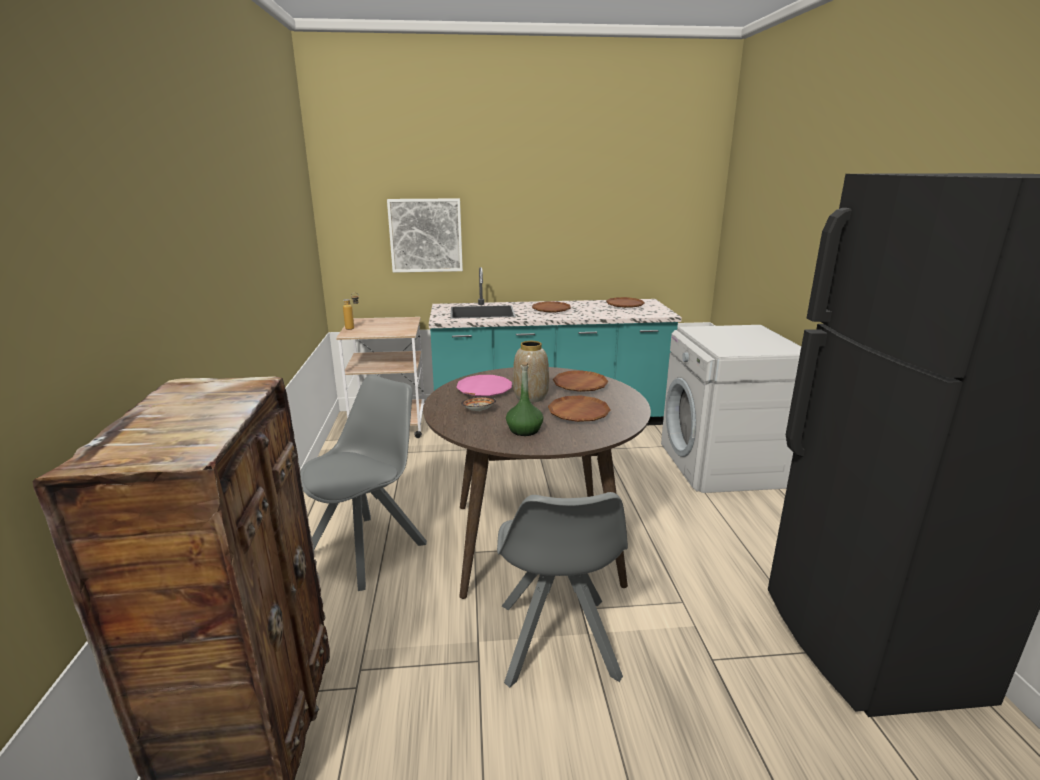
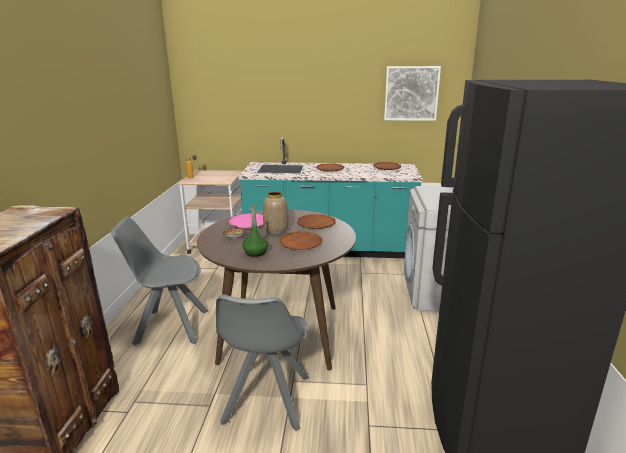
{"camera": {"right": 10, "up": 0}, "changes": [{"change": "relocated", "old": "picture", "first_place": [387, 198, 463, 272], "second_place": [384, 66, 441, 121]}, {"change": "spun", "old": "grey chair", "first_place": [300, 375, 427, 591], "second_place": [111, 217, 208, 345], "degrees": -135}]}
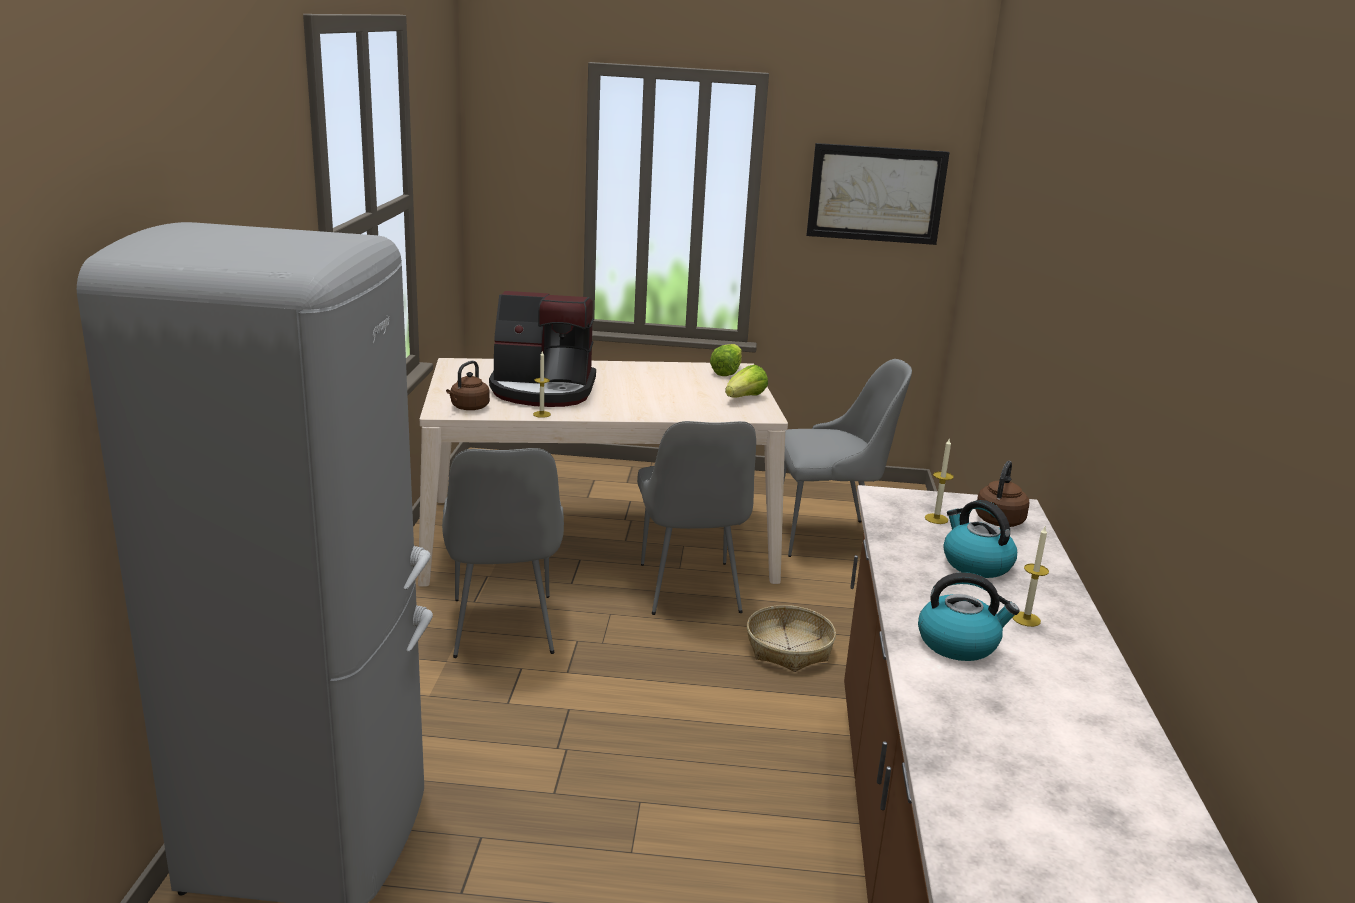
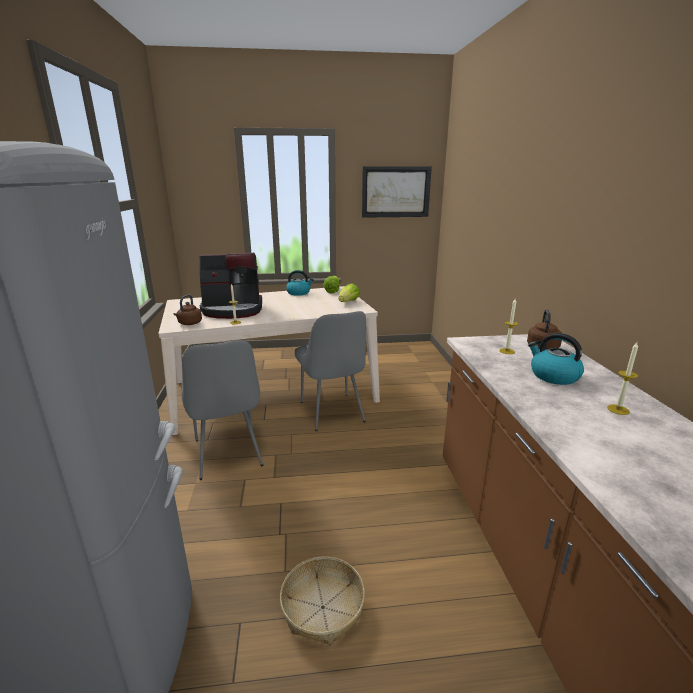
{"camera": {"right": -10, "up": 0}, "changes": [{"change": "missing", "old": "grey chair", "first_place": [784, 359, 912, 557]}, {"change": "relocated", "old": "kettle", "first_place": [918, 572, 1020, 661], "second_place": [286, 270, 314, 296]}, {"change": "relocated", "old": "basket", "first_place": [747, 605, 836, 672], "second_place": [280, 556, 365, 646]}]}
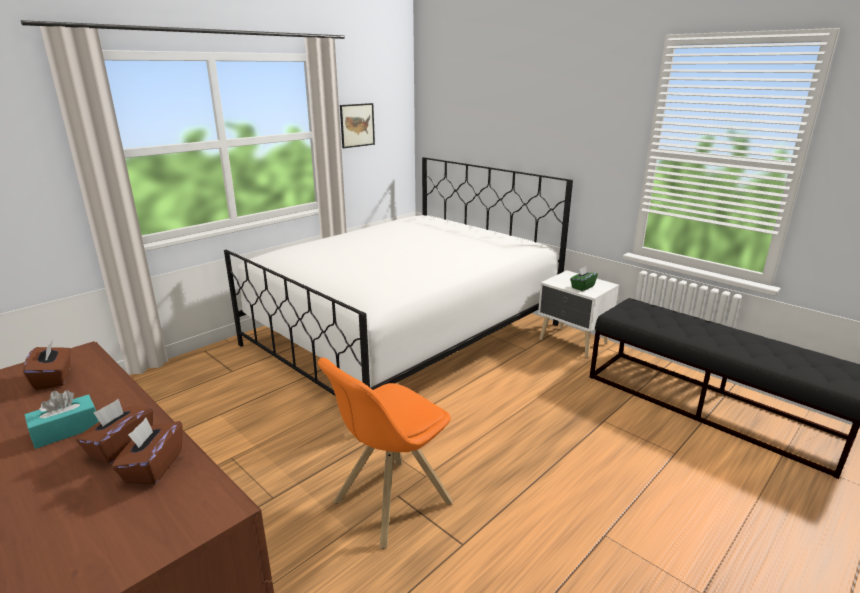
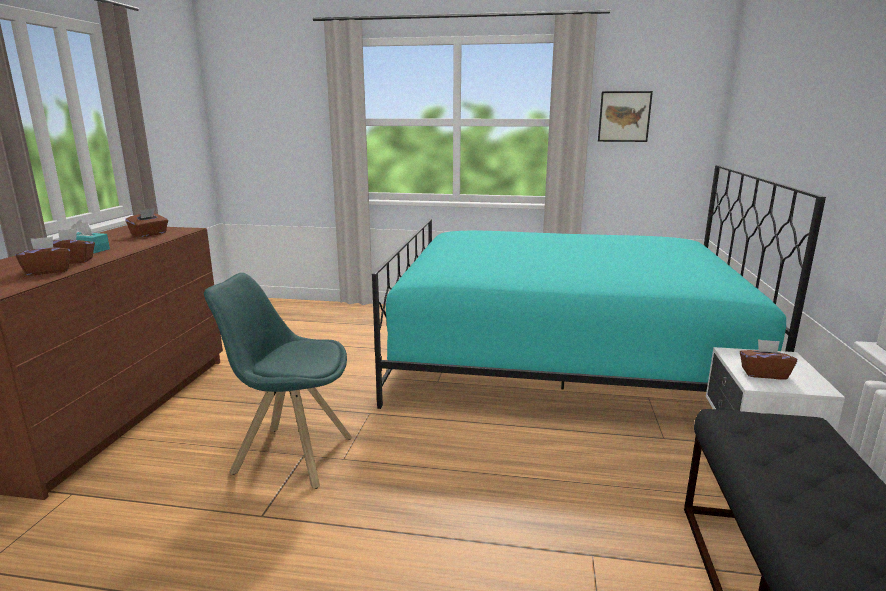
{"camera": {"right": 55, "up": -5}, "changes": [{"change": "colour", "old": "white bed", "new": "turquoise bed", "first_place": [224, 157, 573, 396], "second_place": [372, 165, 826, 409]}, {"change": "colour", "old": "green tissue box", "new": "brown tissue box", "first_place": [570, 267, 598, 291], "second_place": [740, 339, 797, 380]}, {"change": "colour", "old": "orange chair", "new": "turquoise chair", "first_place": [318, 358, 453, 549], "second_place": [204, 273, 353, 489]}]}
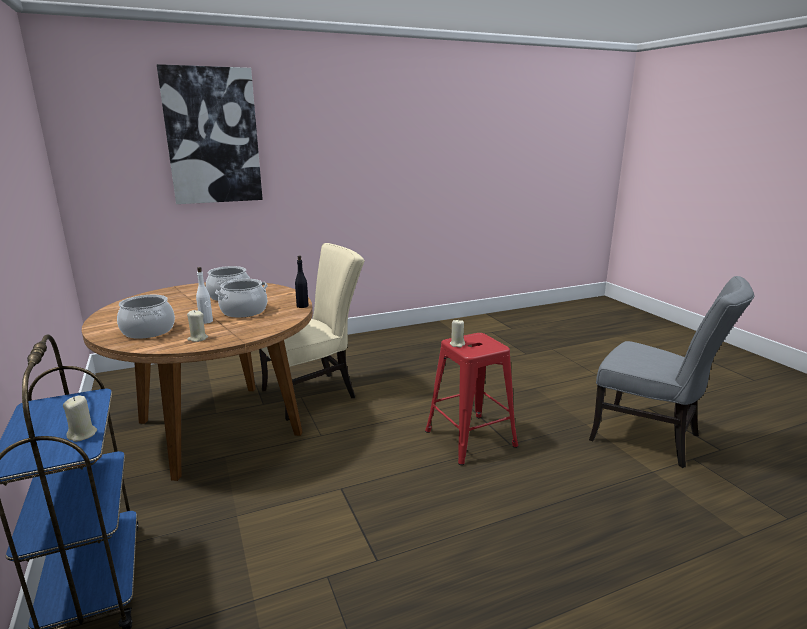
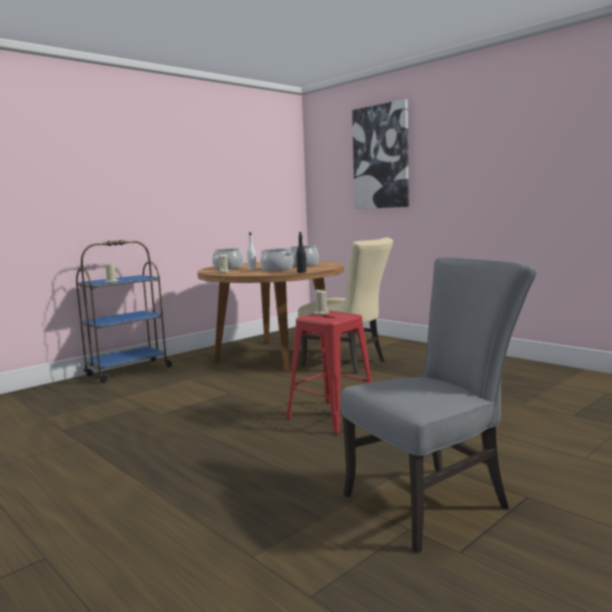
{"camera": {"right": 70, "up": -10}, "changes": [{"change": "spun", "old": "grey chair", "first_place": [589, 276, 754, 468], "second_place": [340, 257, 537, 553], "degrees": -135}]}
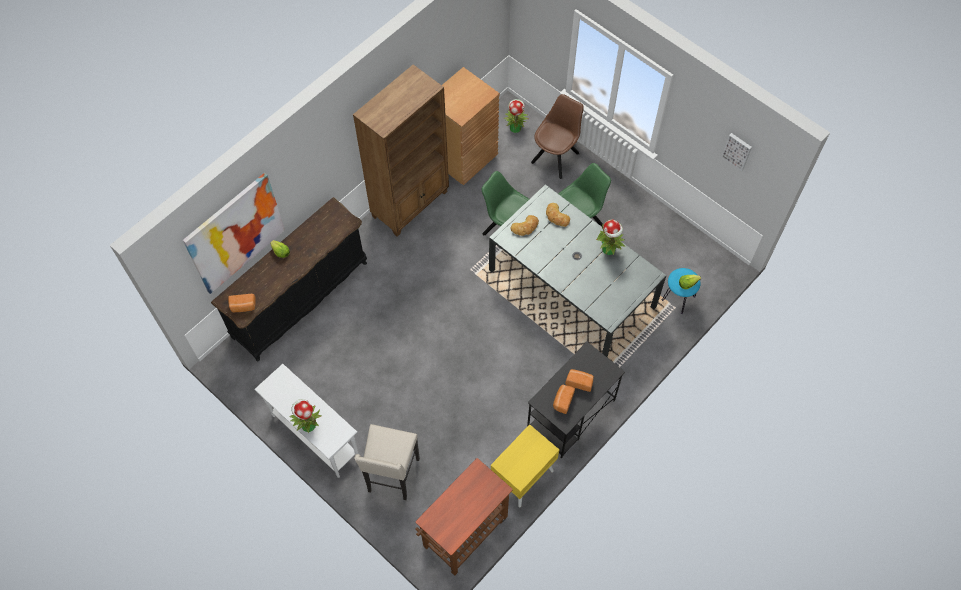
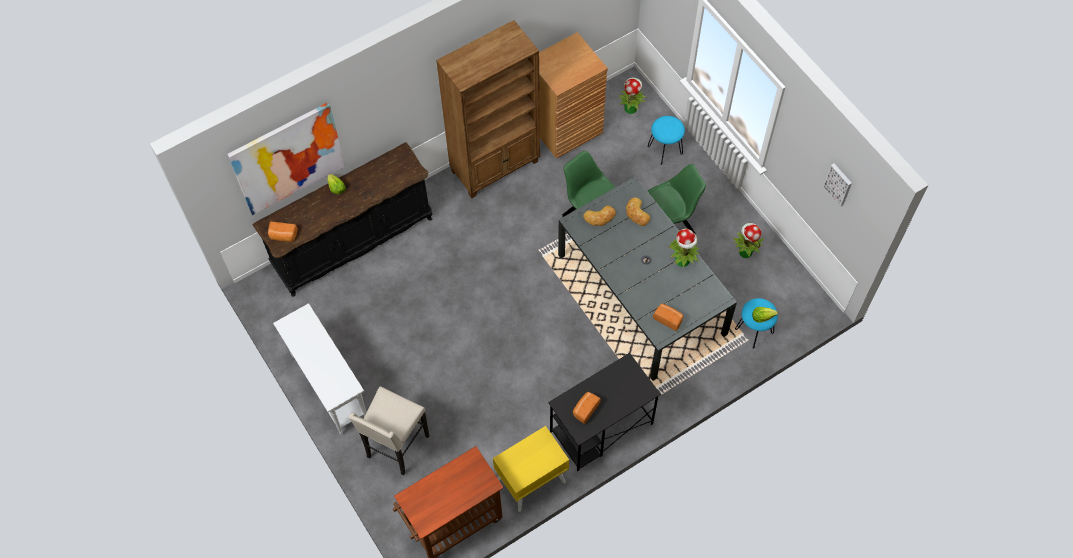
{"camera": {"right": 15, "up": 0}, "changes": [{"change": "exchanged", "old": "brown chair", "new": "turquoise stool", "first_place": [531, 94, 584, 179], "second_place": [648, 116, 685, 165]}, {"change": "relocated", "old": "bread", "first_place": [565, 369, 594, 392], "second_place": [653, 304, 683, 331]}, {"change": "relocated", "old": "potted plant", "first_place": [289, 399, 321, 433], "second_place": [733, 223, 764, 258]}]}
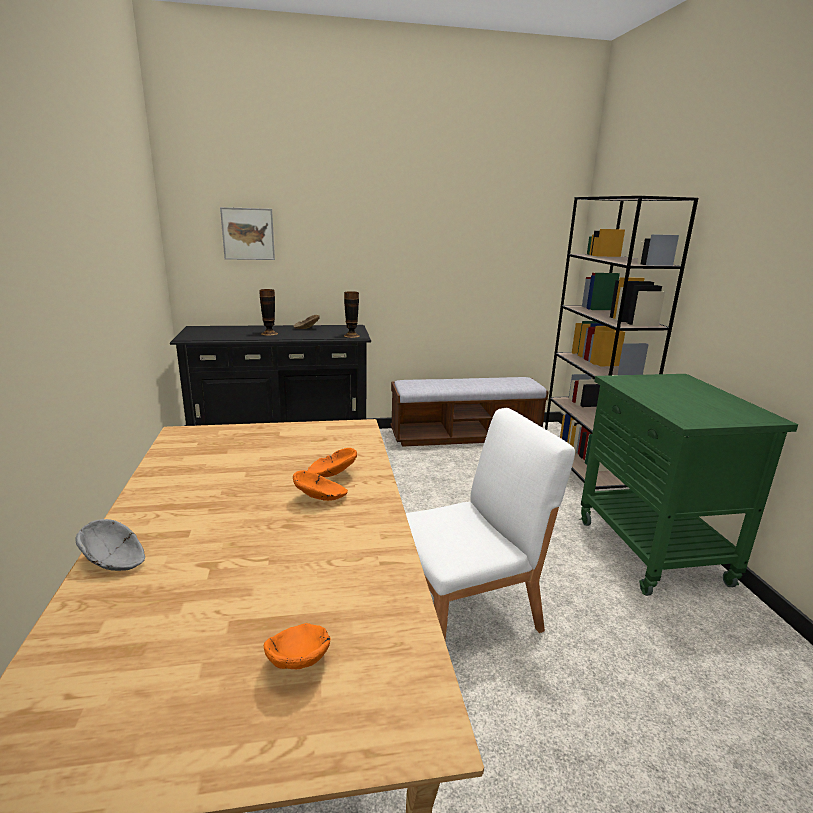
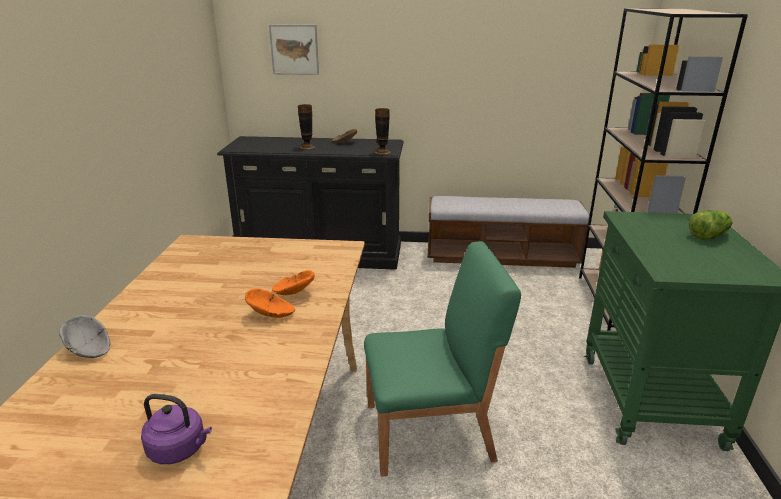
{"camera": {"right": 15, "up": 5}, "changes": [{"change": "colour", "old": "white chair", "new": "green chair", "first_place": [406, 408, 575, 641], "second_place": [364, 241, 521, 477]}, {"change": "exchanged", "old": "orange bowl", "new": "purple kettle", "first_place": [264, 623, 330, 669], "second_place": [141, 394, 212, 464]}, {"change": "appeared", "new": "lettuce", "second_place": [689, 210, 733, 240]}]}
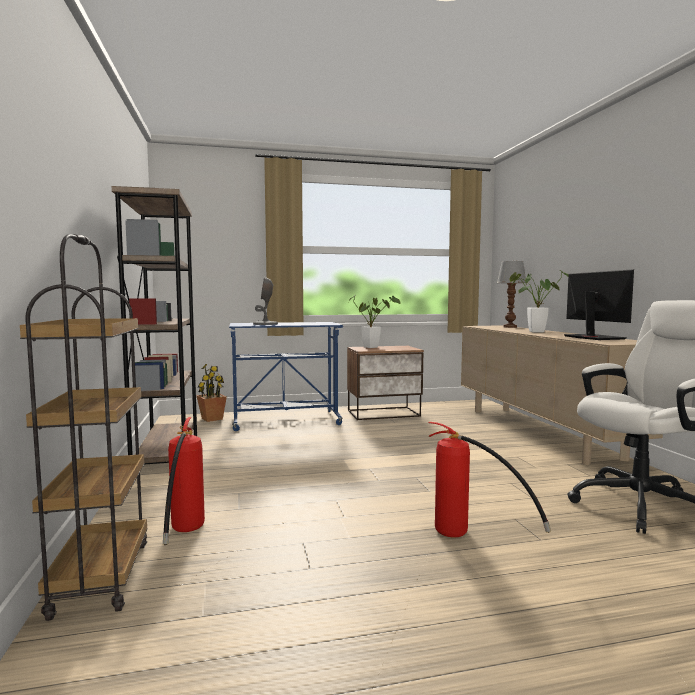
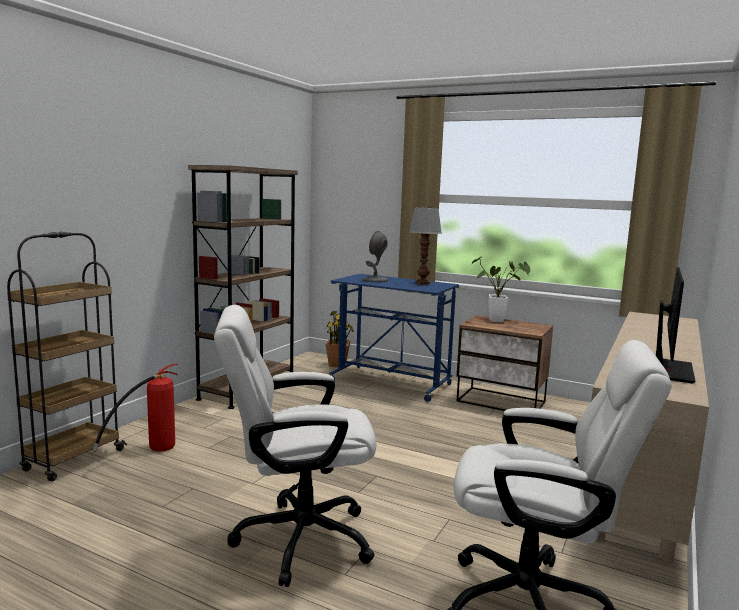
{"camera": {"right": 40, "up": 5}, "changes": [{"change": "relocated", "old": "table lamp", "first_place": [497, 261, 526, 328], "second_place": [409, 207, 442, 285]}, {"change": "missing", "old": "potted plant", "first_place": [510, 271, 568, 332]}, {"change": "exchanged", "old": "fire extinguisher", "new": "white office chair", "first_place": [428, 422, 551, 537], "second_place": [214, 305, 376, 587]}]}
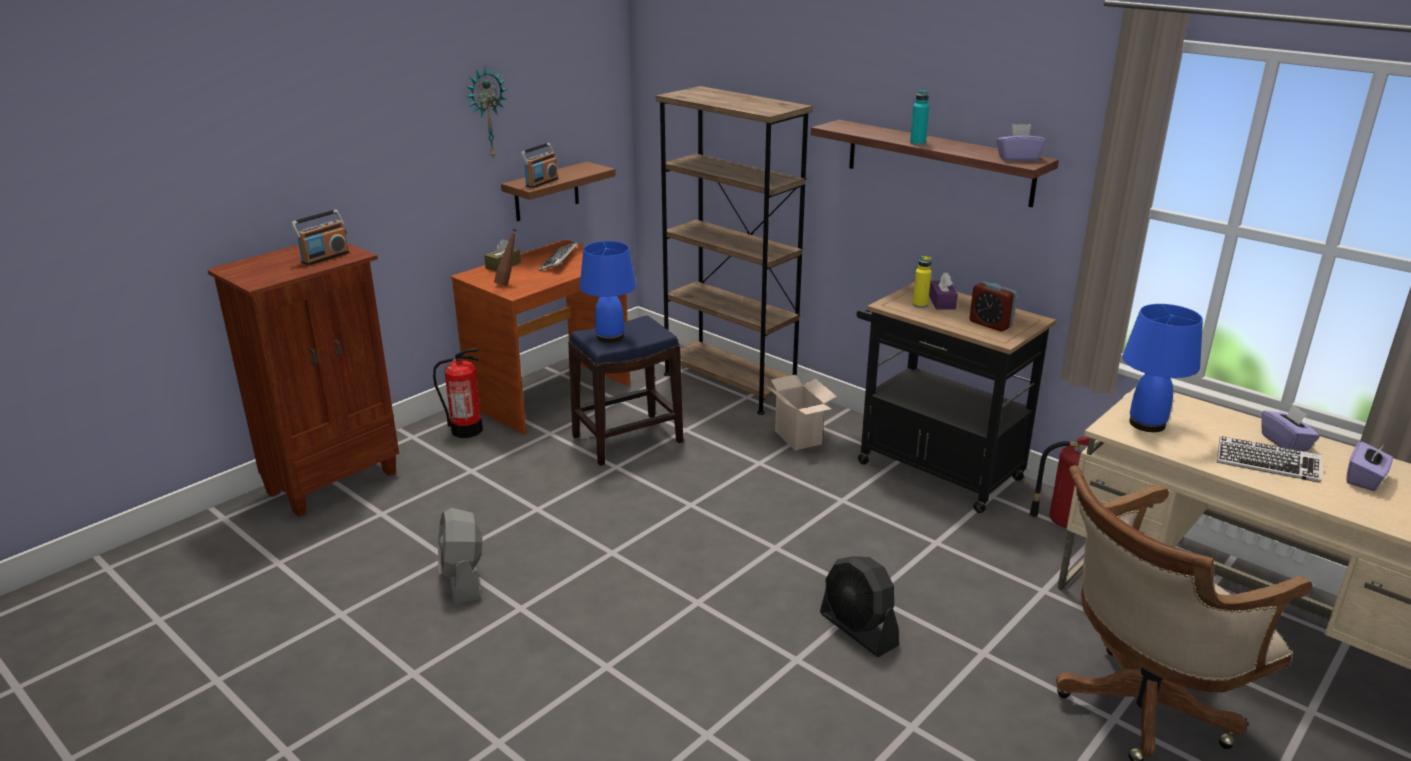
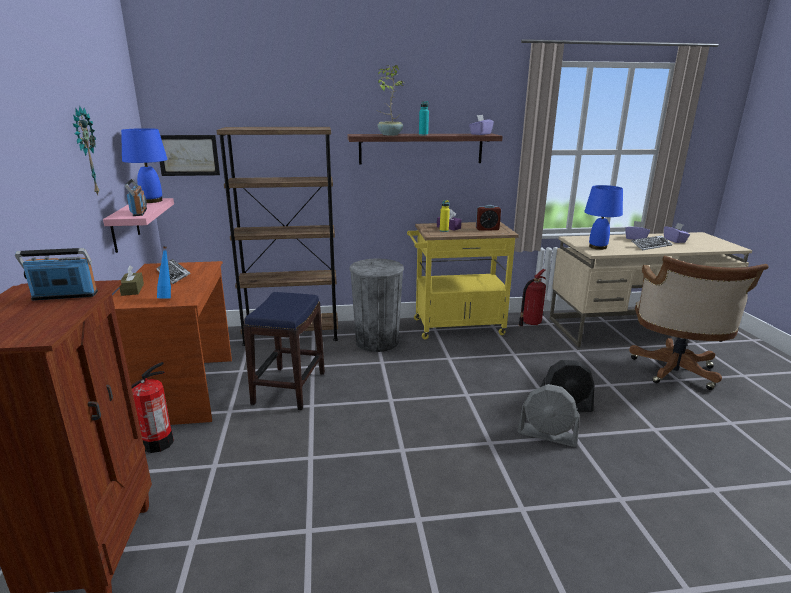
{"camera": {"right": -50, "up": -5}, "changes": [{"change": "colour", "old": "brown shelf", "new": "pink shelf", "first_place": [501, 162, 616, 221], "second_place": [103, 198, 174, 253]}, {"change": "spun", "old": "radio", "first_place": [291, 209, 349, 265], "second_place": [15, 248, 98, 301], "degrees": -90}, {"change": "colour", "old": "brown bottle", "new": "blue bottle", "first_place": [494, 228, 517, 286], "second_place": [157, 246, 171, 299]}, {"change": "relocated", "old": "blue table lamp", "first_place": [579, 241, 636, 343], "second_place": [121, 128, 168, 203]}, {"change": "colour", "old": "black cart", "new": "yellow cart", "first_place": [857, 282, 1056, 513], "second_place": [407, 222, 519, 339]}, {"change": "exchanged", "old": "cardboard box", "new": "grey trash can", "first_place": [767, 375, 837, 450], "second_place": [349, 258, 404, 352]}, {"change": "relocated", "old": "grey fan", "first_place": [438, 508, 482, 604], "second_place": [517, 384, 579, 447]}, {"change": "appeared", "new": "potted plant", "second_place": [376, 65, 405, 135]}, {"change": "appeared", "new": "picture", "second_place": [160, 135, 220, 176]}]}
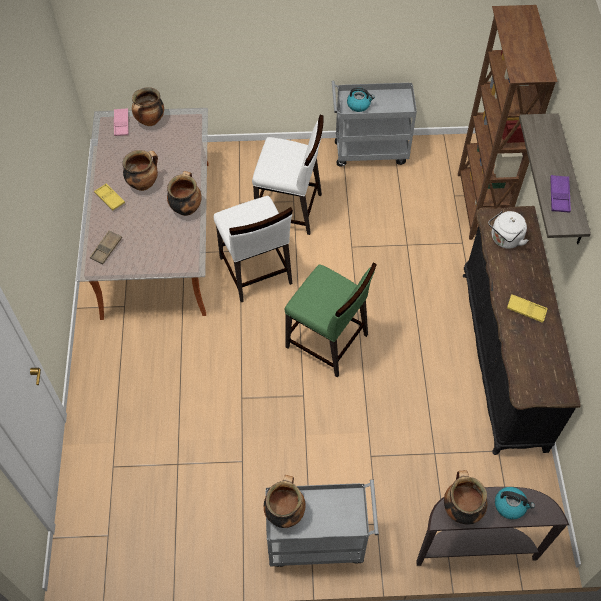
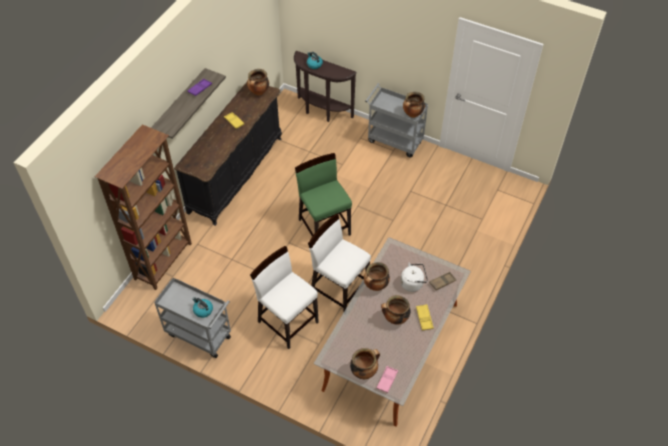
{"camera": {"right": -150, "up": -5}, "changes": [{"change": "spun", "old": "white chair", "first_place": [214, 196, 293, 302], "second_place": [308, 214, 371, 312], "degrees": -60}, {"change": "relocated", "old": "white kettle", "first_place": [488, 211, 529, 249], "second_place": [401, 263, 428, 292]}, {"change": "relocated", "old": "cooking pot", "first_place": [444, 470, 487, 525], "second_place": [247, 69, 269, 96]}]}
